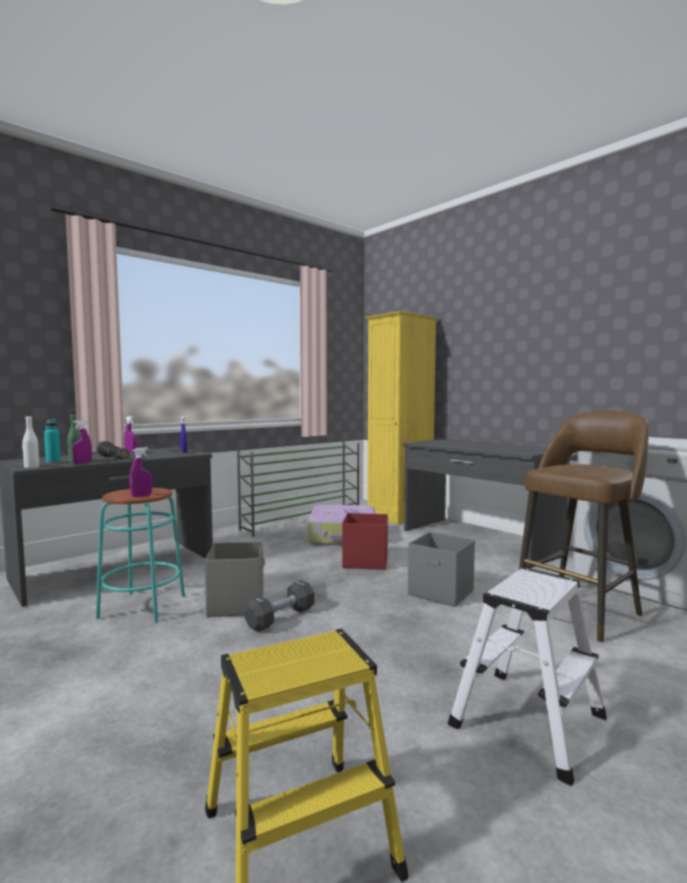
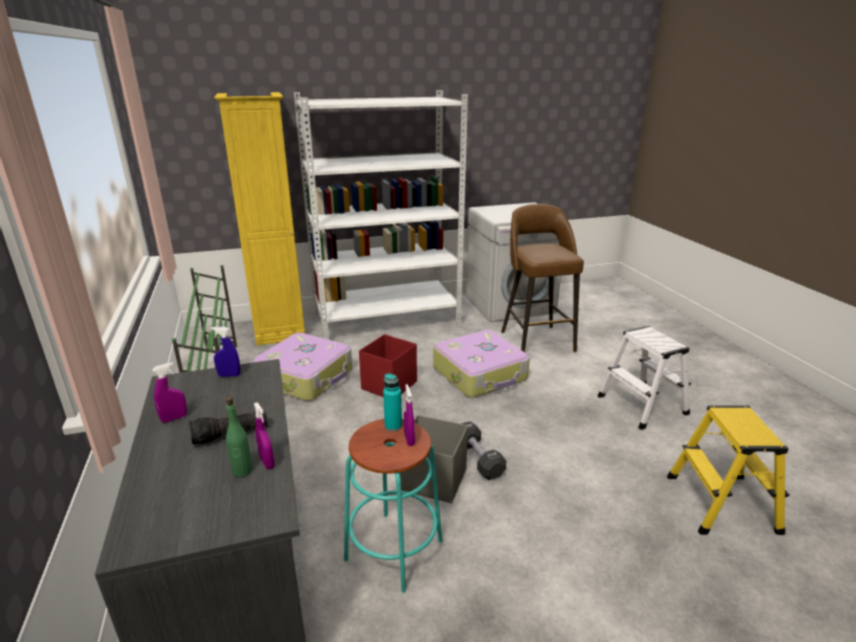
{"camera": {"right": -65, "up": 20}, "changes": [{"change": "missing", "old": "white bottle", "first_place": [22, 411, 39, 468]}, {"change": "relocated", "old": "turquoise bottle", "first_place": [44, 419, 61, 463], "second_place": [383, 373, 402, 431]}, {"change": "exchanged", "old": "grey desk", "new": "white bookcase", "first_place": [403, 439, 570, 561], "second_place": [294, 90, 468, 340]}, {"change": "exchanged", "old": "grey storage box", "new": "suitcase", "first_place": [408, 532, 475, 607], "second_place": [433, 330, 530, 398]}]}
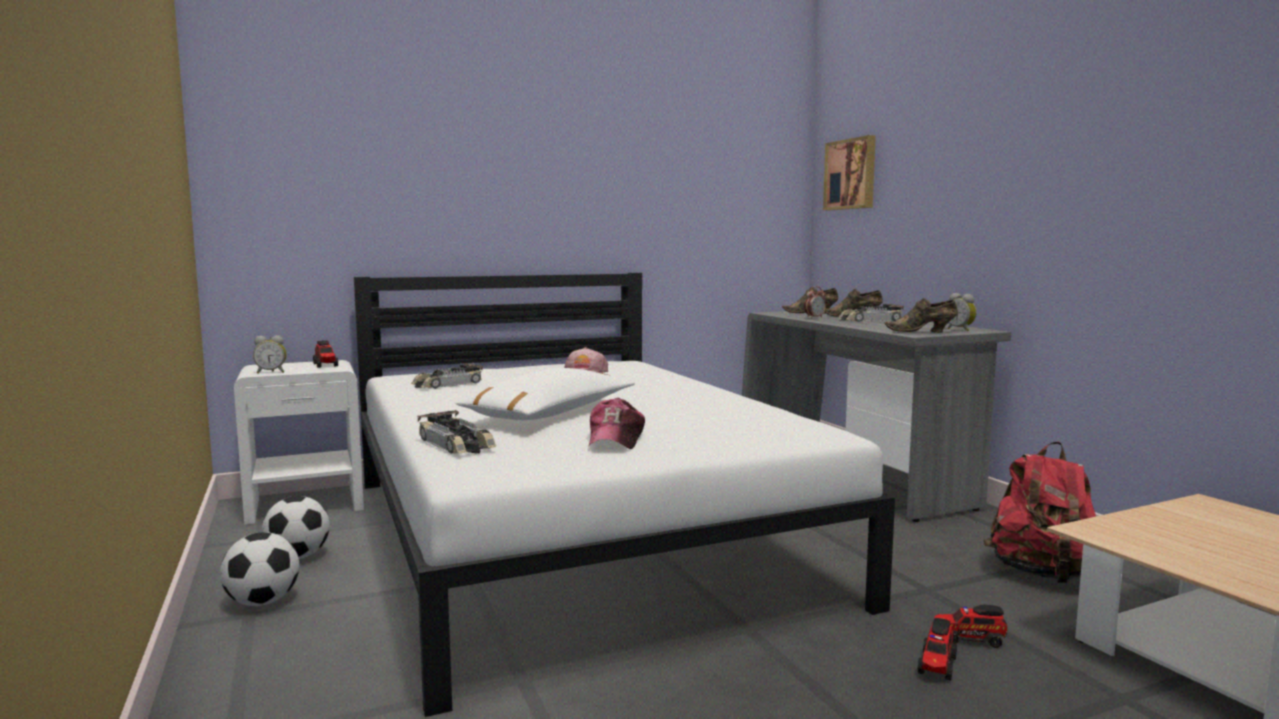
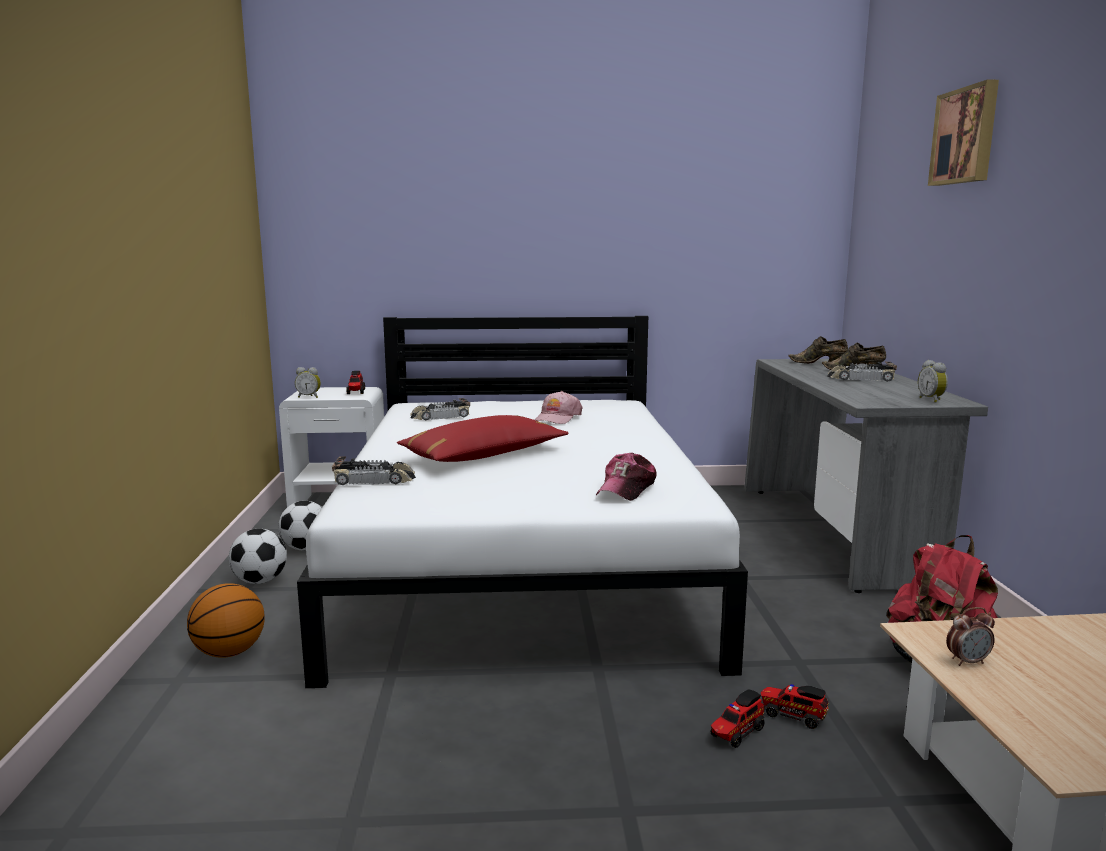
{"camera": {"right": 20, "up": 5}, "changes": [{"change": "relocated", "old": "picture", "first_place": [823, 135, 876, 210], "second_place": [928, 80, 999, 186]}, {"change": "relocated", "old": "alarm clock", "first_place": [804, 286, 826, 318], "second_place": [946, 607, 995, 666]}, {"change": "missing", "old": "brown shoe", "first_place": [884, 298, 958, 332]}, {"change": "colour", "old": "white pillow", "new": "red pillow", "first_place": [455, 368, 635, 420], "second_place": [397, 415, 569, 462]}, {"change": "relocated", "old": "cap", "first_place": [589, 397, 645, 449], "second_place": [596, 452, 657, 501]}, {"change": "spun", "old": "toy car", "first_place": [418, 410, 496, 454], "second_place": [332, 456, 416, 485], "degrees": -75}, {"change": "appeared", "new": "basketball", "second_place": [187, 583, 265, 658]}]}
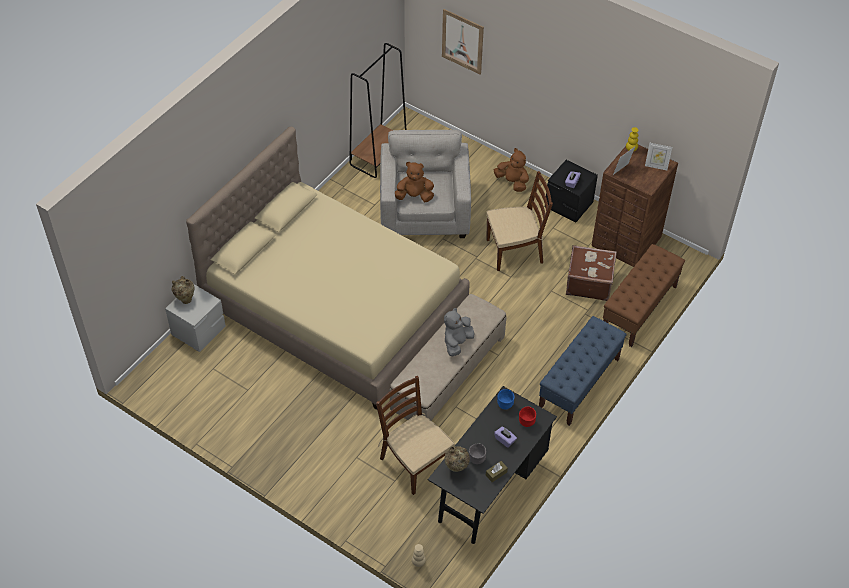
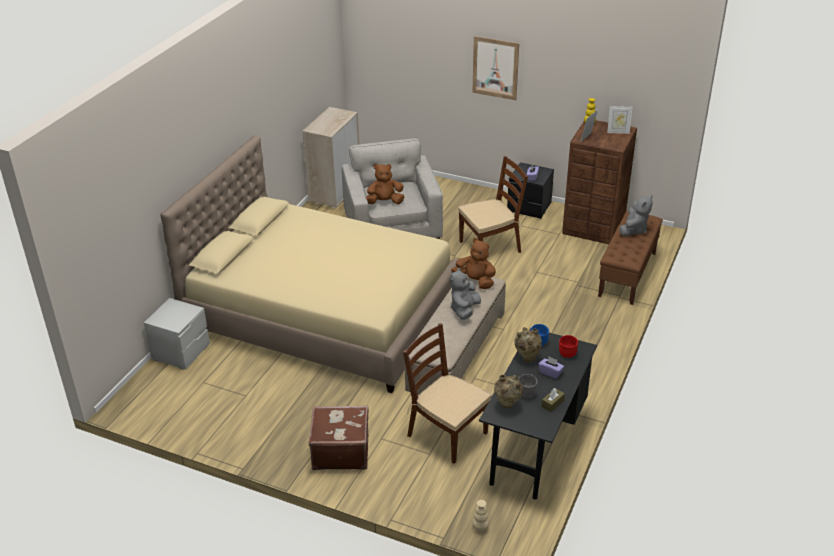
{"camera": {"right": -10, "up": -15}, "changes": [{"change": "relocated", "old": "picture", "first_place": [442, 9, 484, 75], "second_place": [472, 36, 519, 100]}, {"change": "exchanged", "old": "clothes rack", "new": "beige cabinet", "first_place": [349, 43, 407, 178], "second_place": [302, 107, 359, 209]}, {"change": "relocated", "old": "brown plush toy", "first_place": [494, 148, 529, 192], "second_place": [451, 238, 496, 289]}, {"change": "relocated", "old": "brown suitcase", "first_place": [566, 245, 617, 301], "second_place": [309, 405, 369, 470]}, {"change": "relocated", "old": "beige vase", "first_place": [172, 276, 194, 304], "second_place": [514, 327, 542, 362]}, {"change": "missing", "old": "blue bench", "first_place": [539, 316, 627, 426]}, {"change": "appeared", "new": "grey plush toy", "second_place": [619, 196, 653, 236]}]}
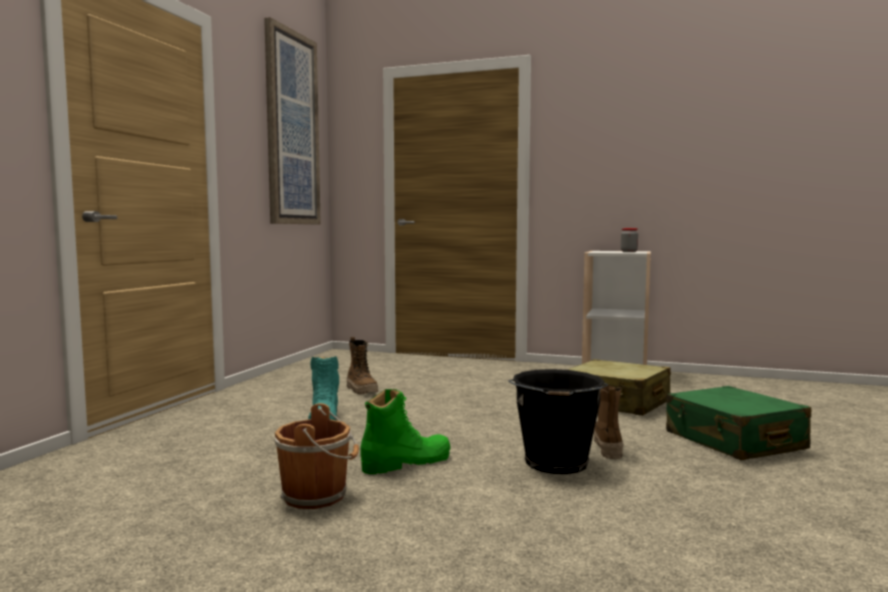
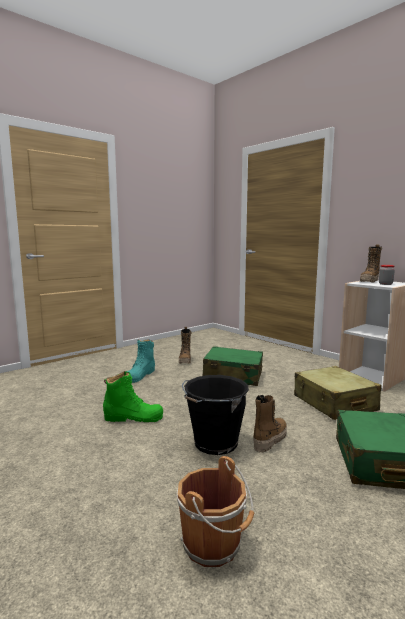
{"camera": {"right": 30, "up": 5}, "changes": [{"change": "missing", "old": "picture", "first_place": [264, 17, 321, 224]}, {"change": "relocated", "old": "brown bucket", "first_place": [274, 403, 359, 509], "second_place": [177, 456, 254, 567]}, {"change": "appeared", "new": "boot", "second_place": [360, 244, 382, 282]}, {"change": "appeared", "new": "green suitcase", "second_place": [203, 346, 263, 386]}]}
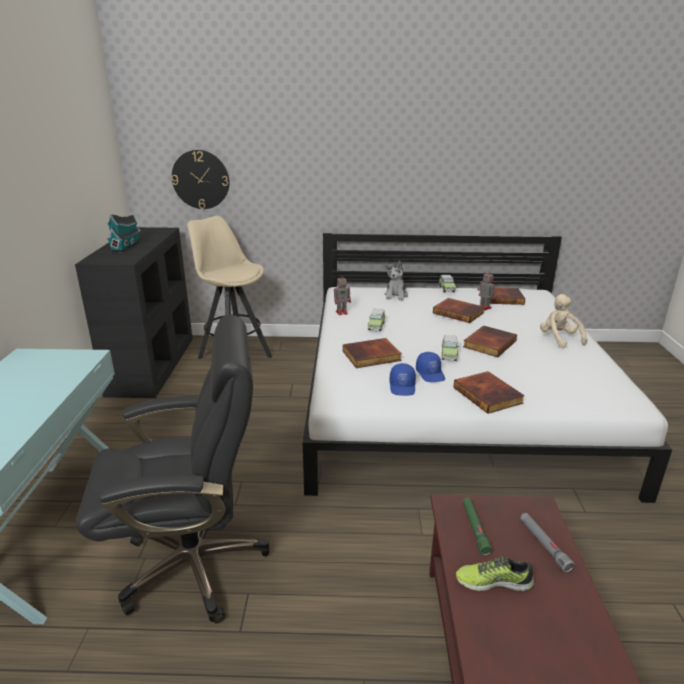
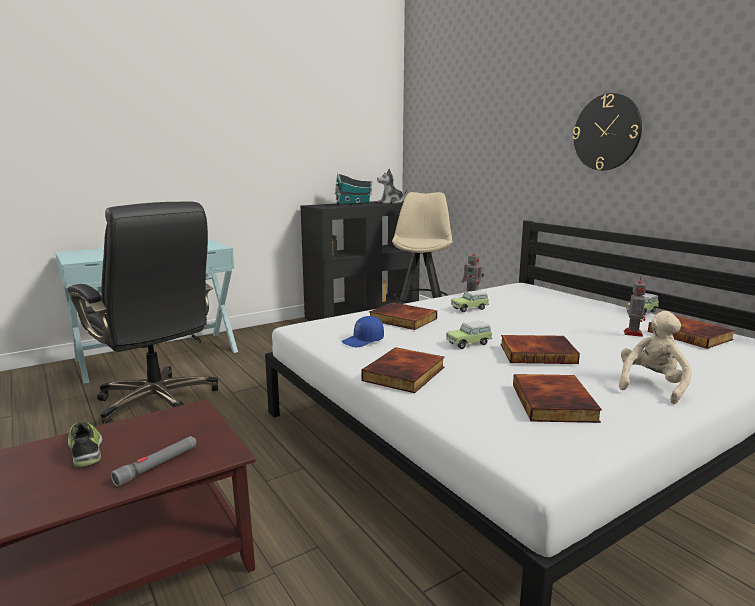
{"camera": {"right": 55, "up": -10}, "changes": [{"change": "relocated", "old": "wall clock", "first_place": [171, 150, 229, 209], "second_place": [572, 93, 642, 171]}, {"change": "relocated", "old": "plush toy", "first_place": [385, 261, 408, 301], "second_place": [377, 168, 407, 204]}, {"change": "relocated", "old": "book", "first_place": [433, 298, 485, 323], "second_place": [513, 374, 602, 423]}, {"change": "missing", "old": "blue cap", "first_place": [416, 352, 445, 382]}, {"change": "missing", "old": "green flashlight", "first_place": [462, 498, 492, 555]}]}
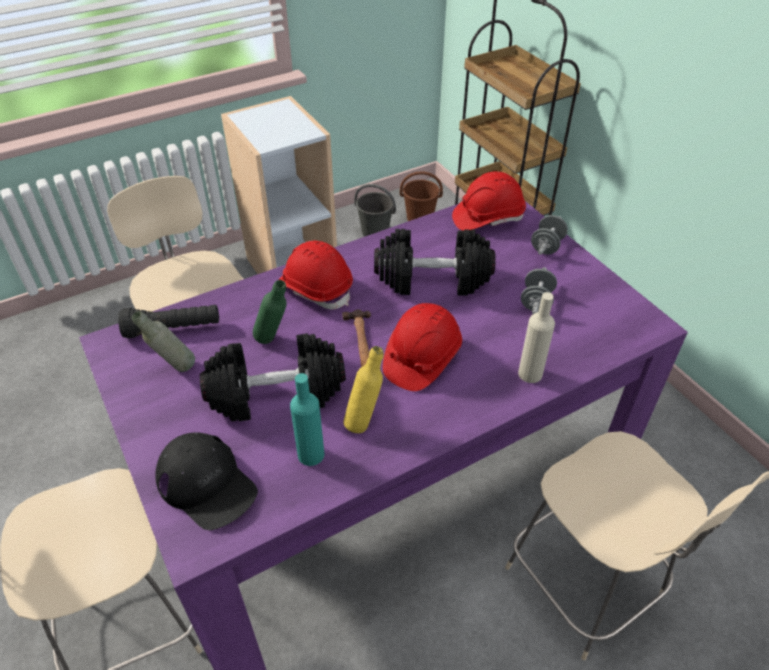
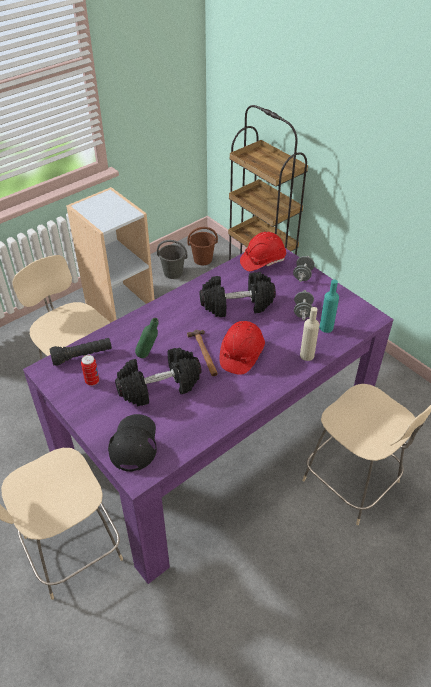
{"camera": {"right": -10, "up": 0}, "changes": [{"change": "missing", "old": "red hard hat", "first_place": [279, 241, 353, 309]}, {"change": "exchanged", "old": "grey bottle", "new": "can", "first_place": [132, 311, 195, 372], "second_place": [81, 355, 99, 386]}, {"change": "missing", "old": "yellow bottle", "first_place": [344, 346, 383, 433]}, {"change": "relocated", "old": "turquoise bottle", "first_place": [290, 373, 324, 466], "second_place": [320, 279, 339, 333]}, {"change": "spun", "old": "black cap", "first_place": [155, 432, 258, 530], "second_place": [108, 414, 157, 472], "degrees": -120}]}
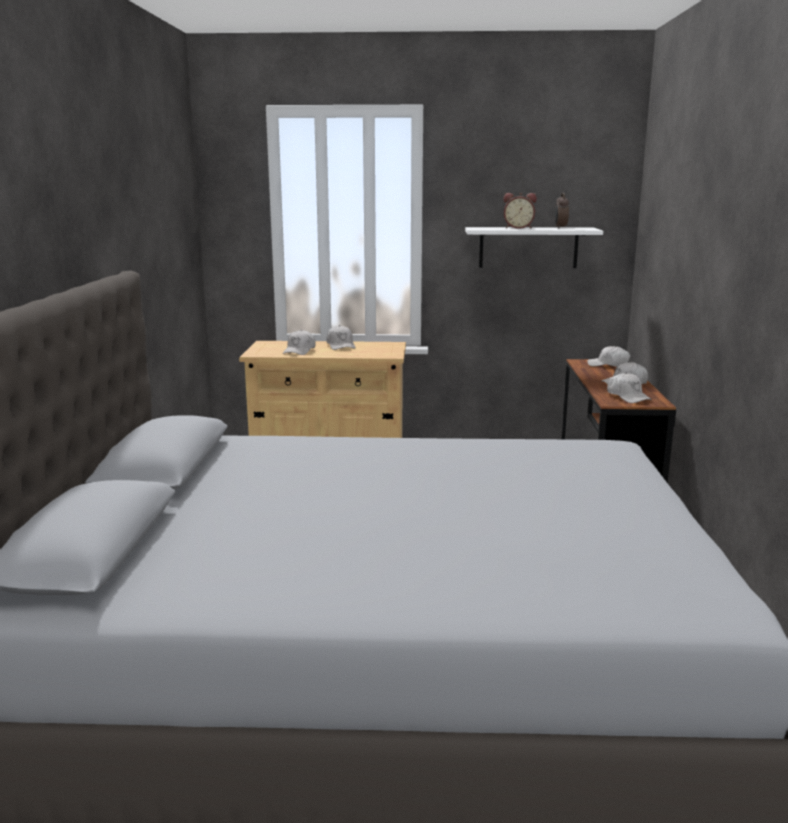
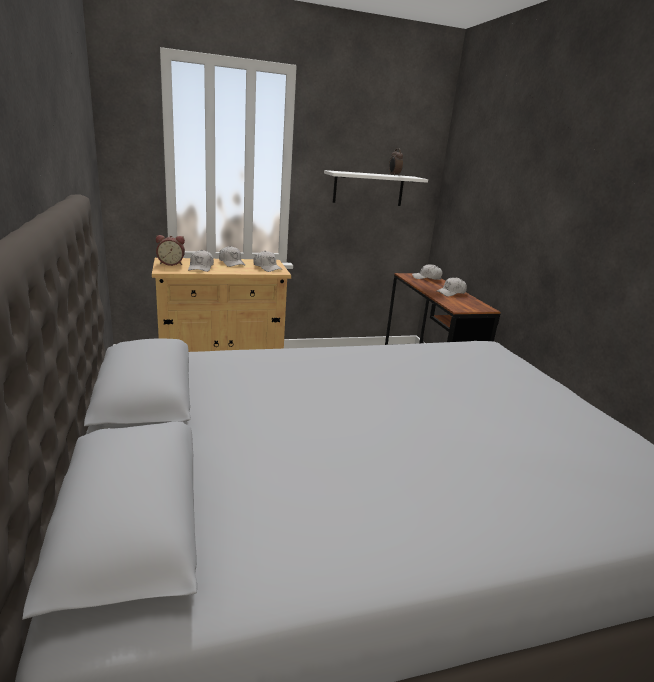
{"camera": {"right": -20, "up": 5}, "changes": [{"change": "relocated", "old": "alarm clock", "first_place": [503, 193, 537, 229], "second_place": [156, 235, 185, 266]}, {"change": "relocated", "old": "white cap", "first_place": [607, 372, 652, 403], "second_place": [253, 251, 283, 272]}]}
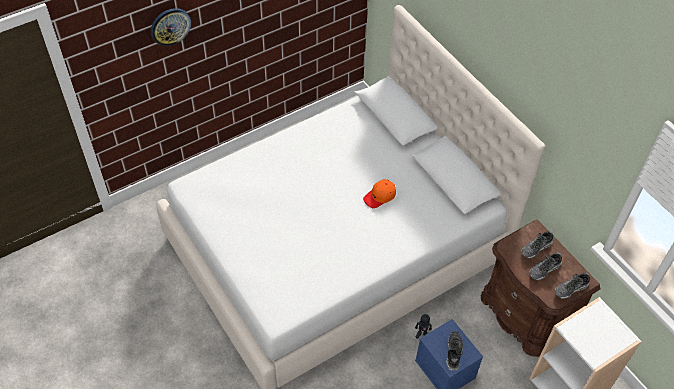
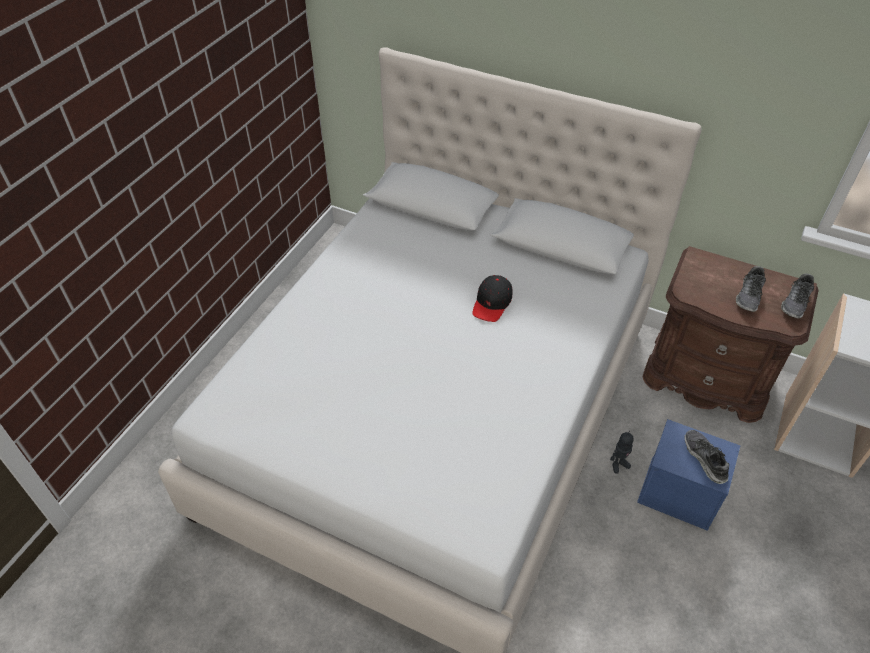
{"camera": {"right": -30, "up": -5}, "changes": [{"change": "missing", "old": "wall clock", "first_place": [151, 8, 191, 46]}, {"change": "colour", "old": "orange cap", "new": "black cap", "first_place": [363, 179, 396, 208], "second_place": [473, 275, 513, 322]}, {"change": "missing", "old": "shoe", "first_place": [522, 231, 553, 258]}]}
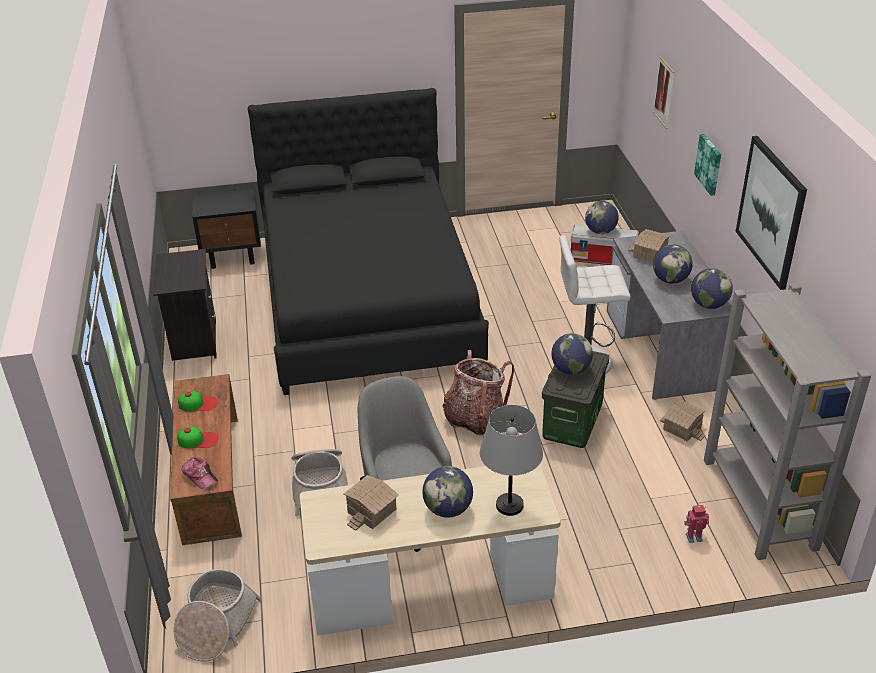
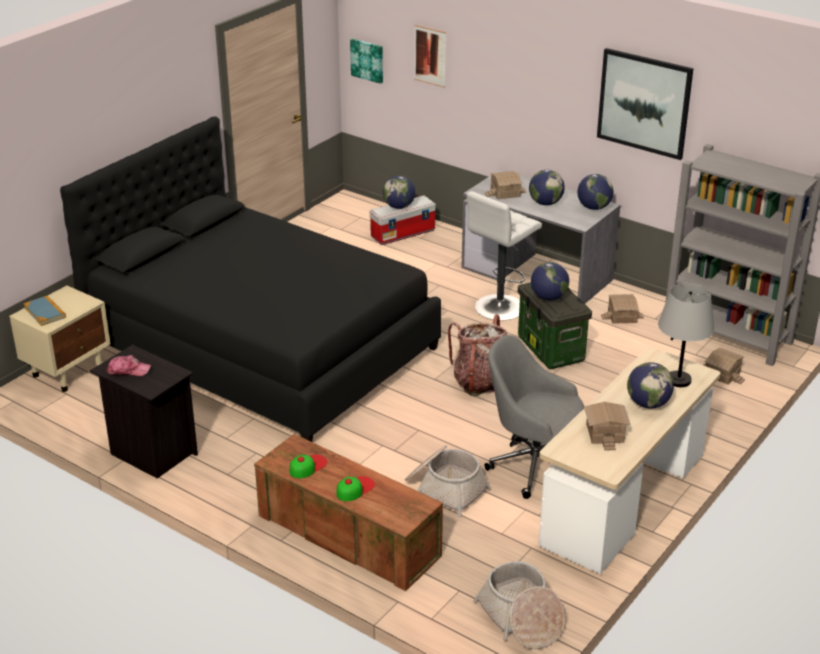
{"camera": {"right": -45, "up": -5}, "changes": [{"change": "relocated", "old": "picture", "first_place": [694, 134, 721, 196], "second_place": [350, 39, 383, 84]}, {"change": "colour", "old": "black nightstand", "new": "beige nightstand", "first_place": [192, 187, 261, 269], "second_place": [9, 285, 111, 392]}, {"change": "relocated", "old": "cap", "first_place": [182, 457, 218, 489], "second_place": [106, 355, 151, 376]}, {"change": "exchanged", "old": "toy robot", "new": "toy house", "first_place": [684, 505, 709, 543], "second_place": [703, 348, 745, 384]}, {"change": "appeared", "new": "book", "second_place": [24, 296, 66, 326]}]}
